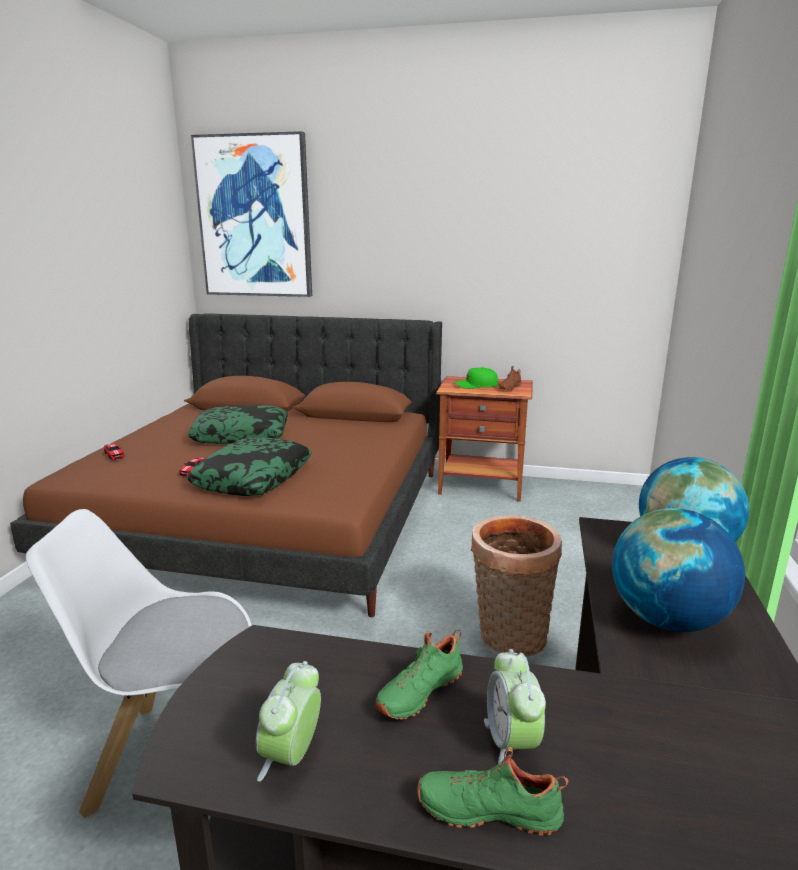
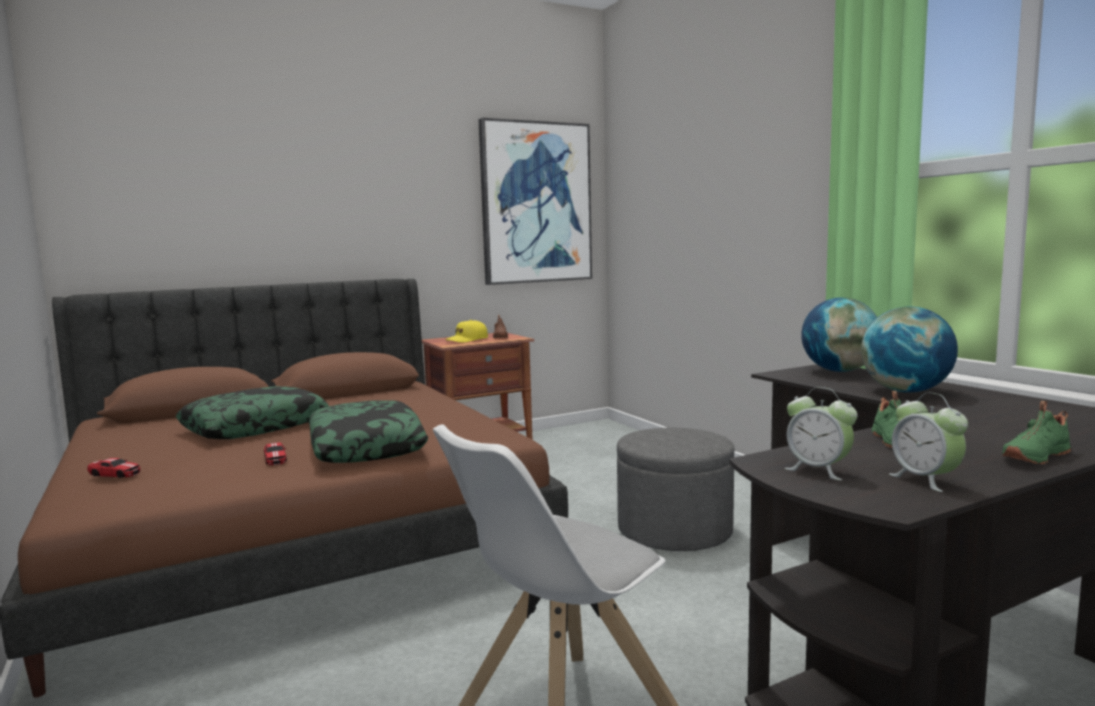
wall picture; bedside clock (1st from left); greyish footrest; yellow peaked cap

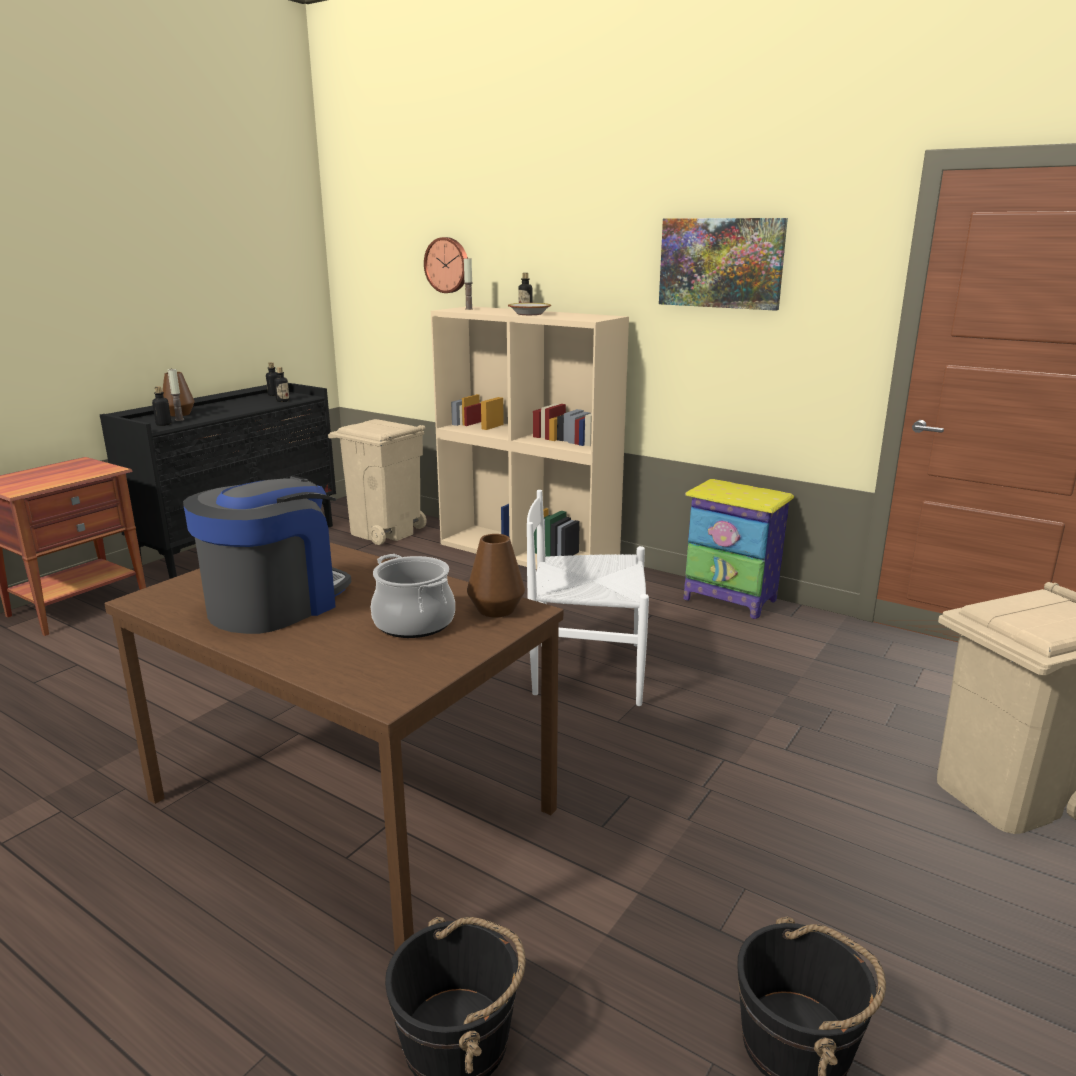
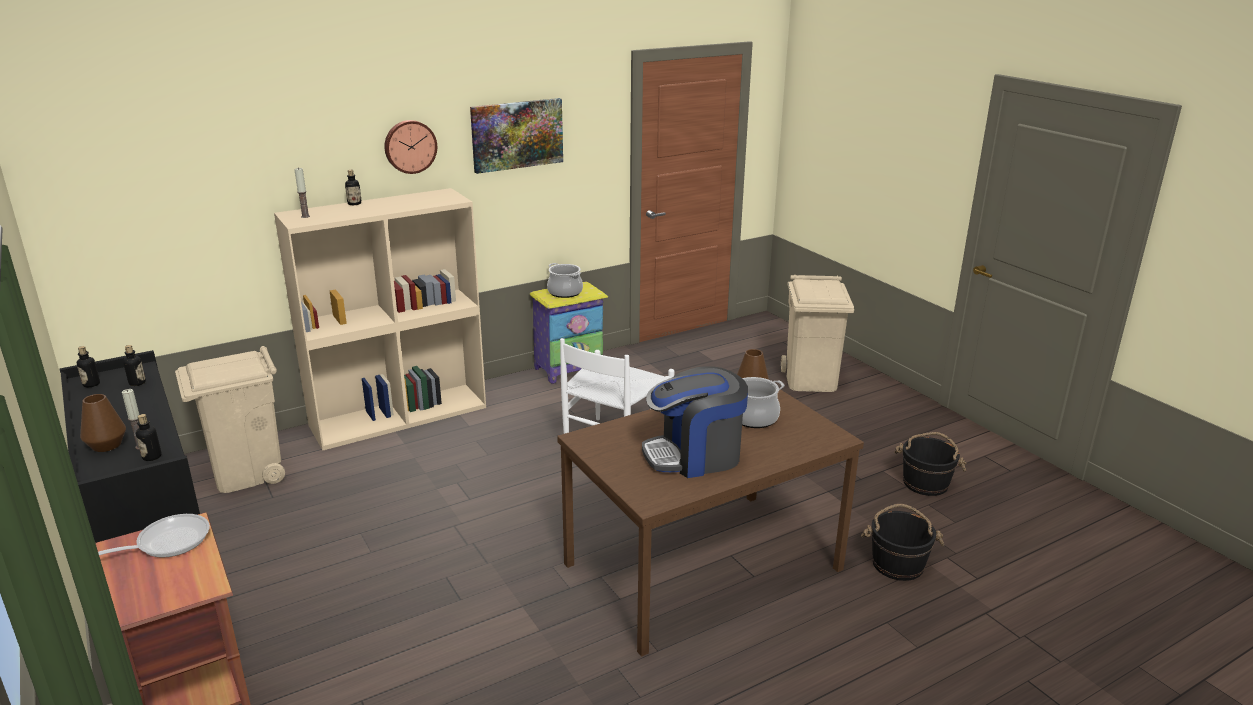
bowl; pan; stockpot (1st from left); hanging clock; coffee brewer

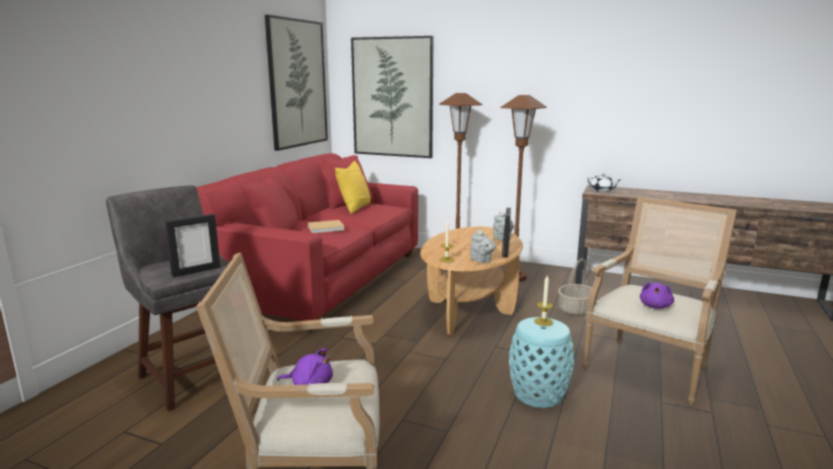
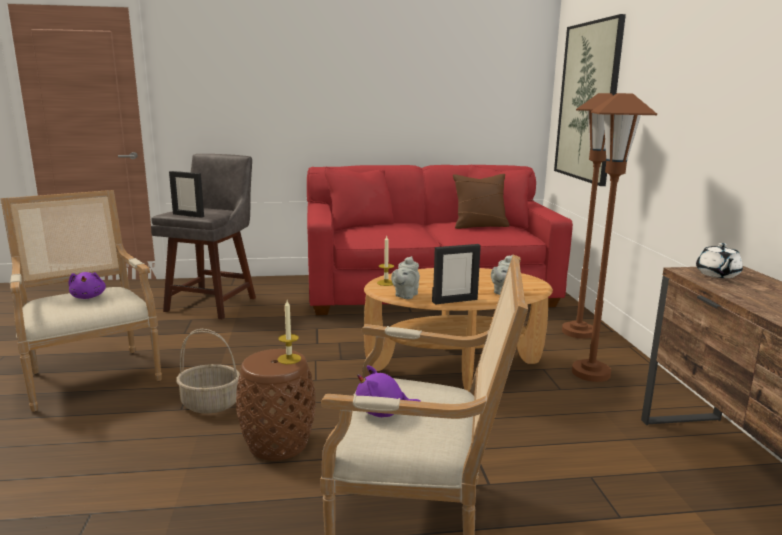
wall picture (1st from left in the first image); beige book; household basket; brown-coloured cushion; brown-coloured stool seat

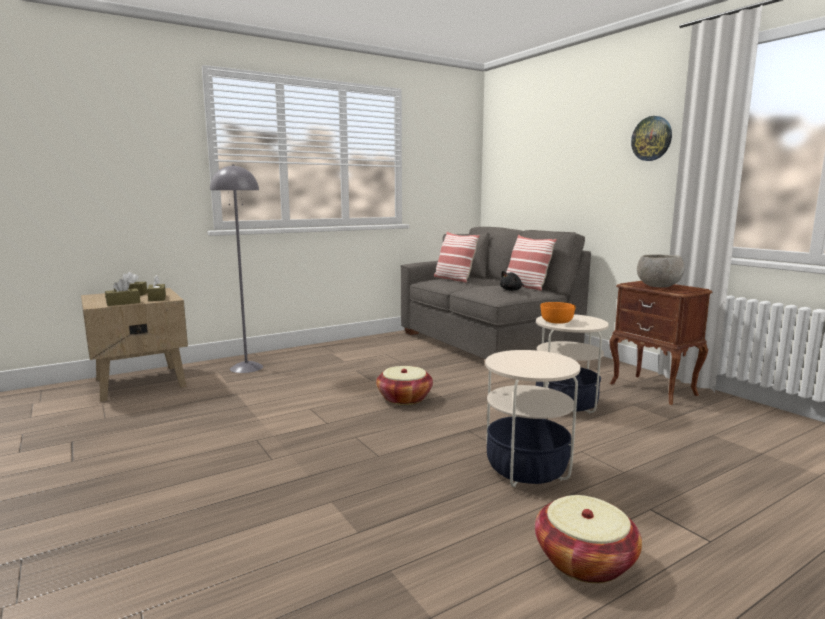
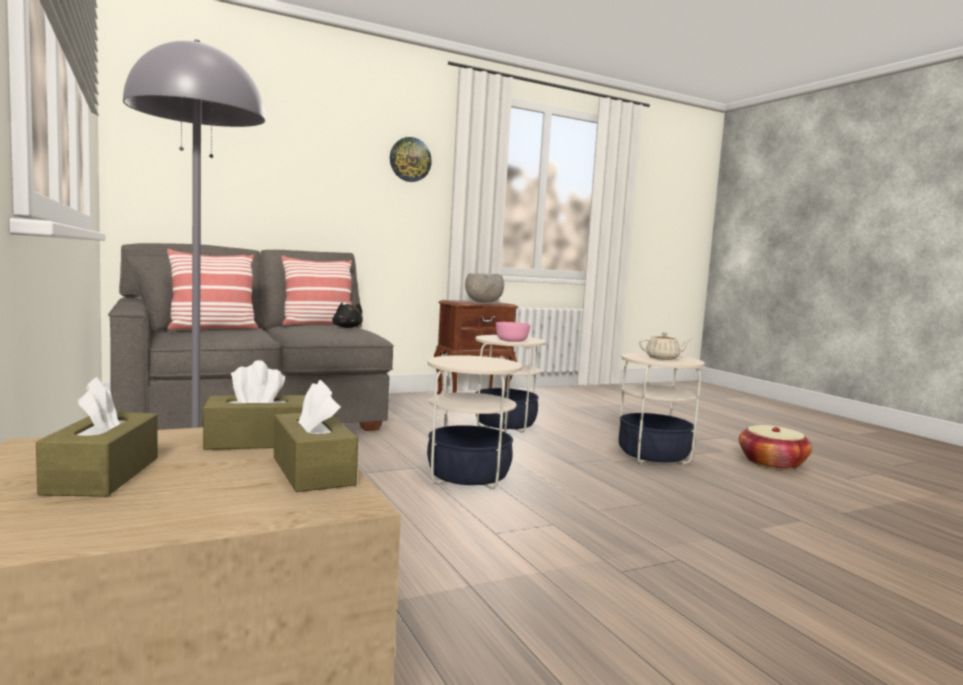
beige tea pot; beige side table (1st from left); pinkish bowl

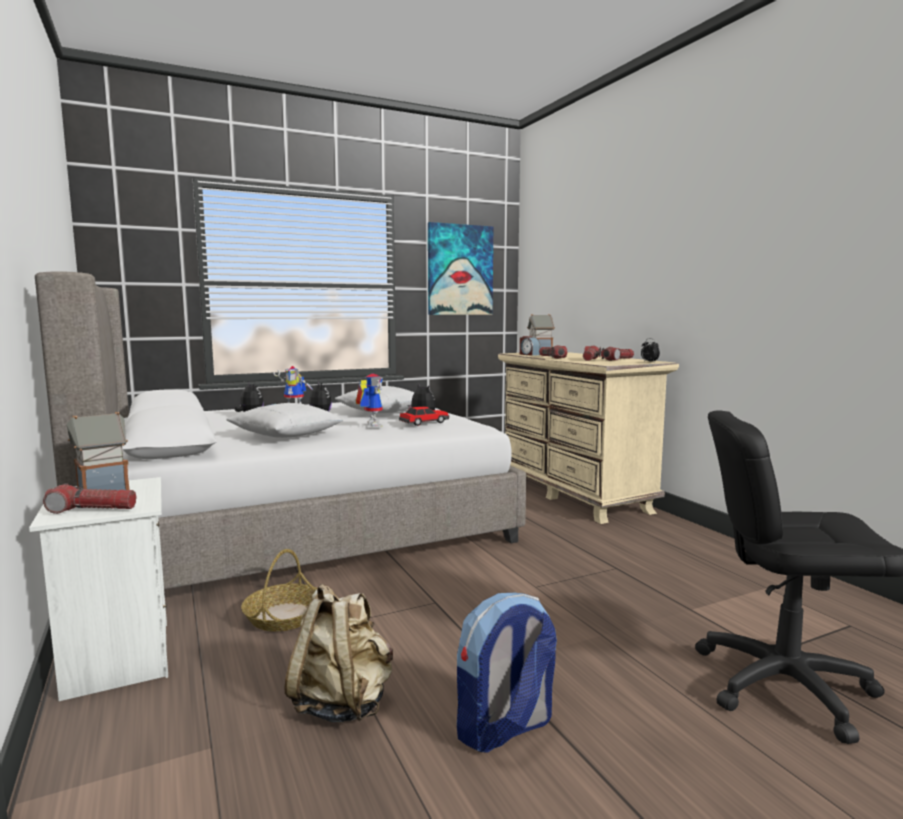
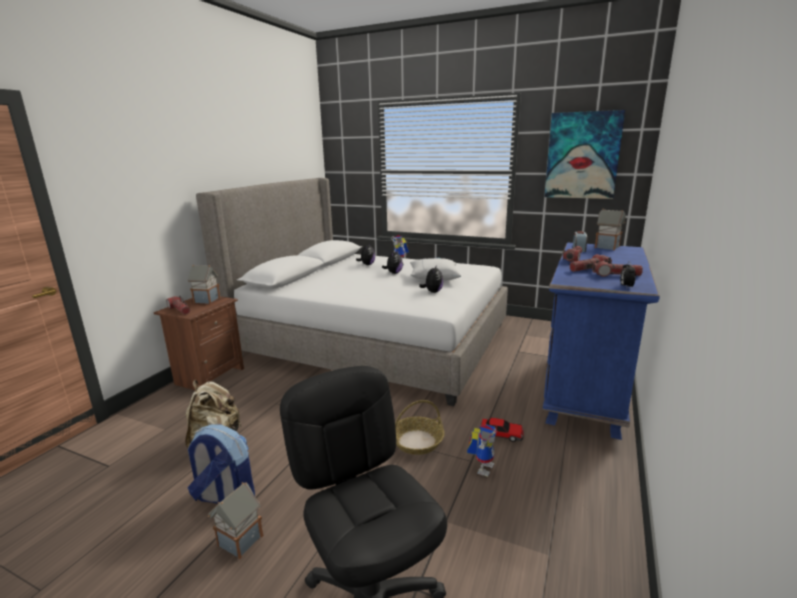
greyish cushion (1st from left in the first image); toy house (2nd from left); household basket; robot figure (2nd from left); toy car; brown-coloured night table; blue-coloured chest of drawers

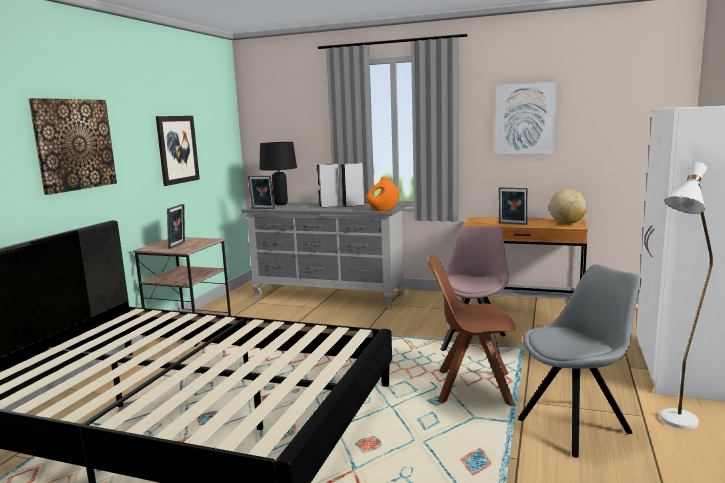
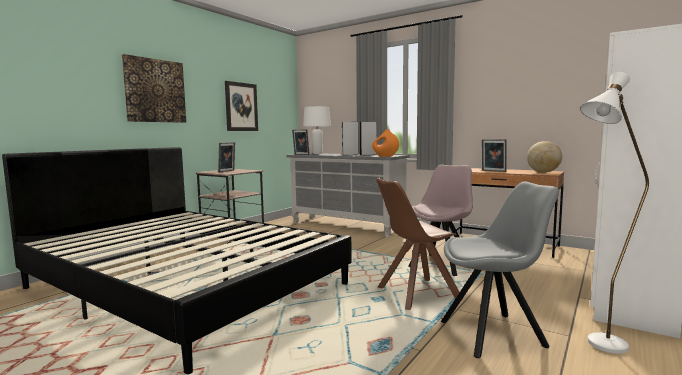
wall picture (3rd from left in the first image); white tabletop lamp; brown-coloured chair

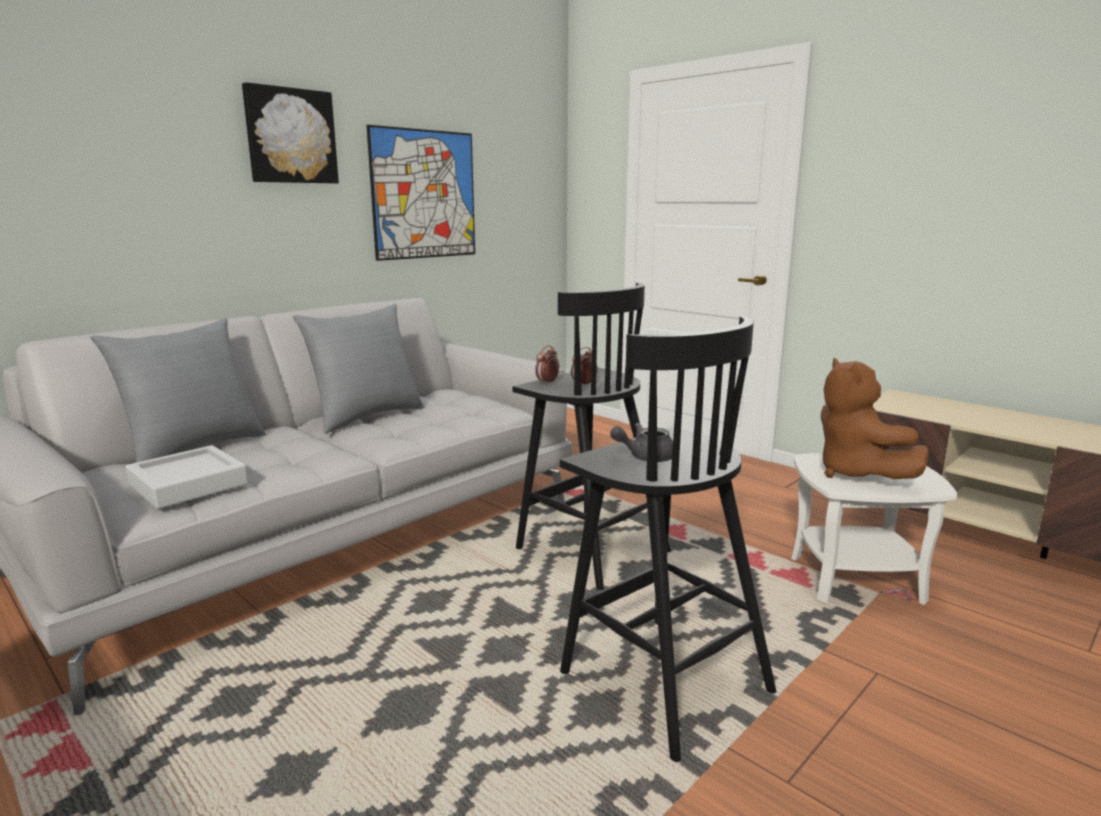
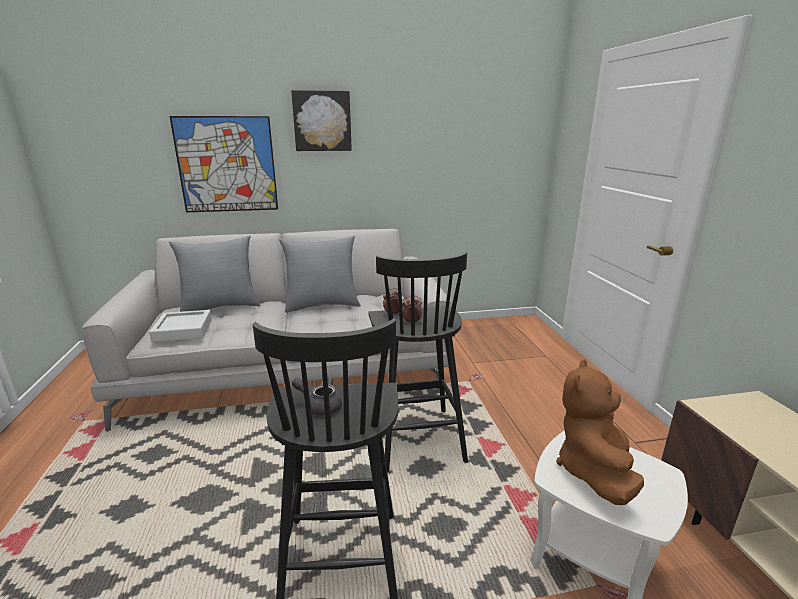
wall picture (1st from left)

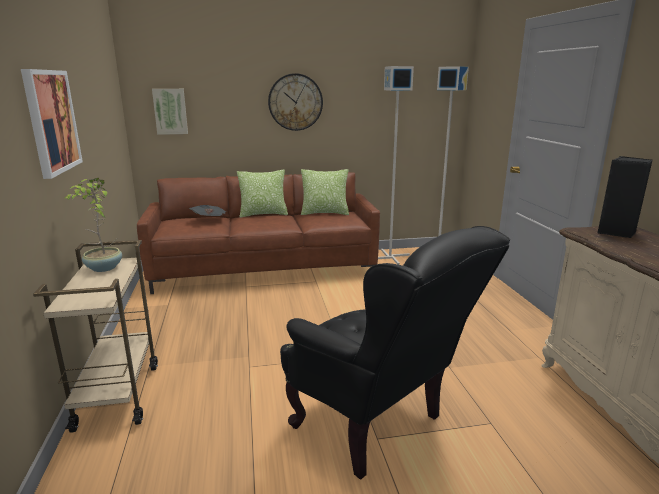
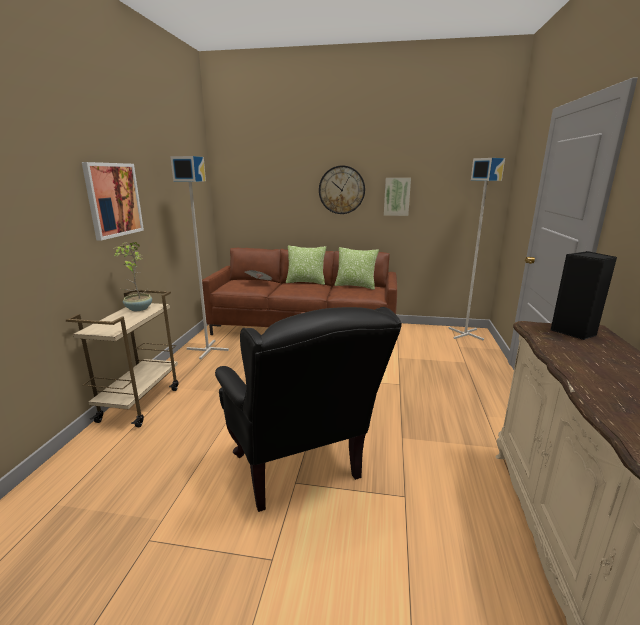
wall picture (2nd from left); greyish standing lamp (1st from left)

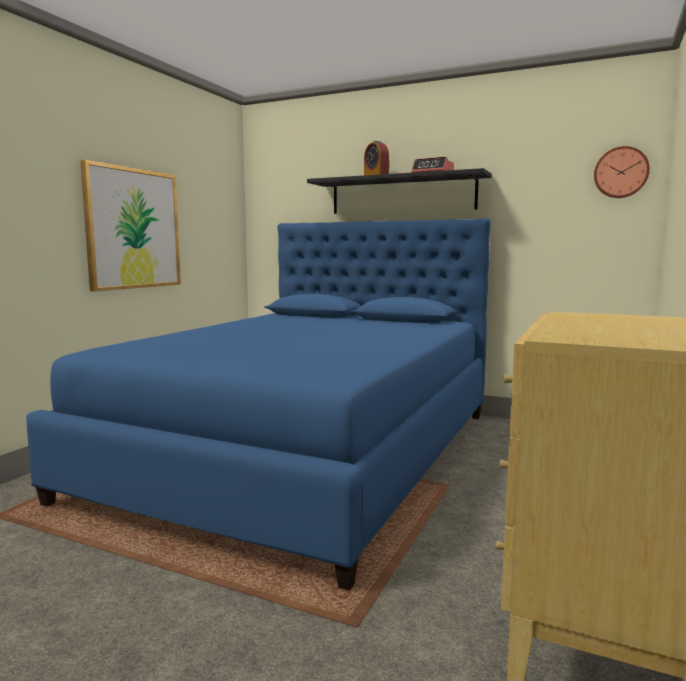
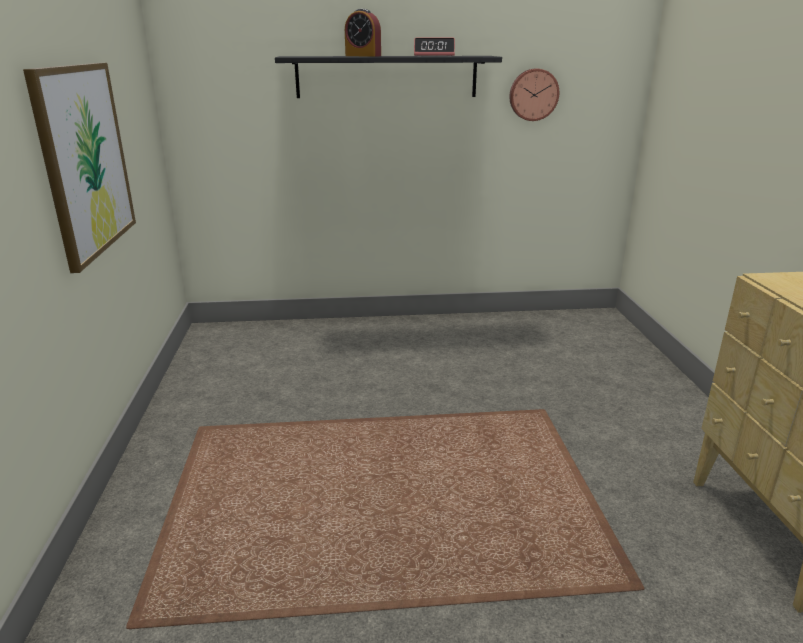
blue-coloured sleeping bed; hanging clock

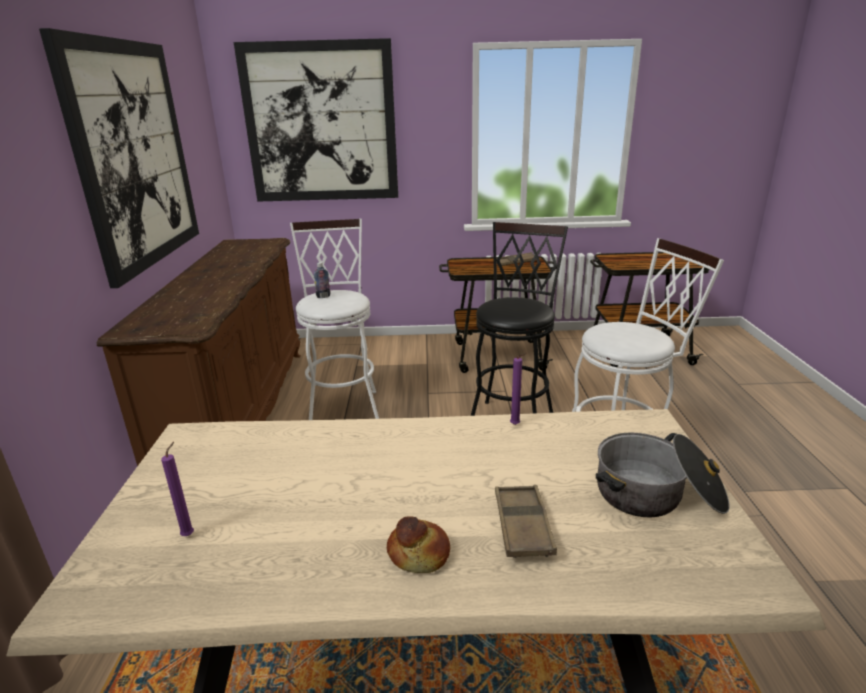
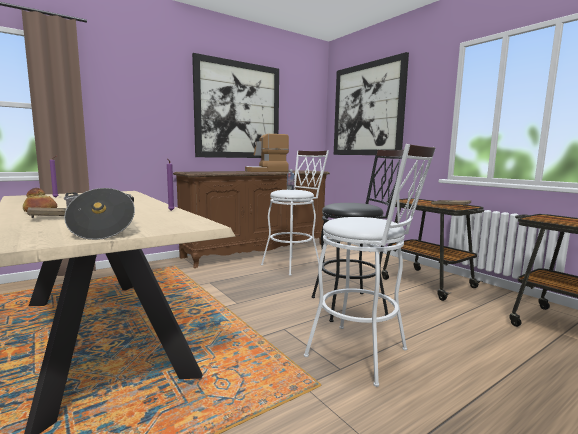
coffee brewer

